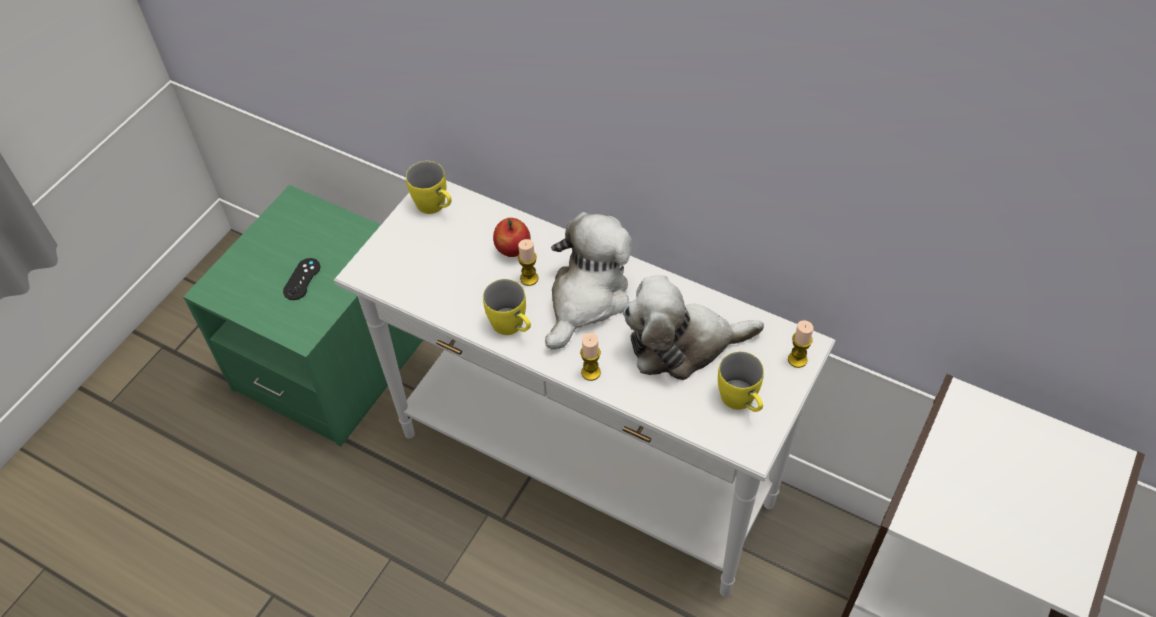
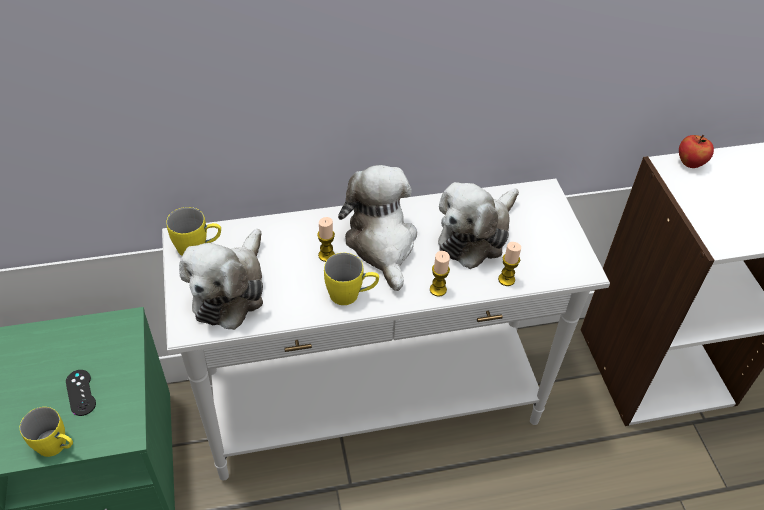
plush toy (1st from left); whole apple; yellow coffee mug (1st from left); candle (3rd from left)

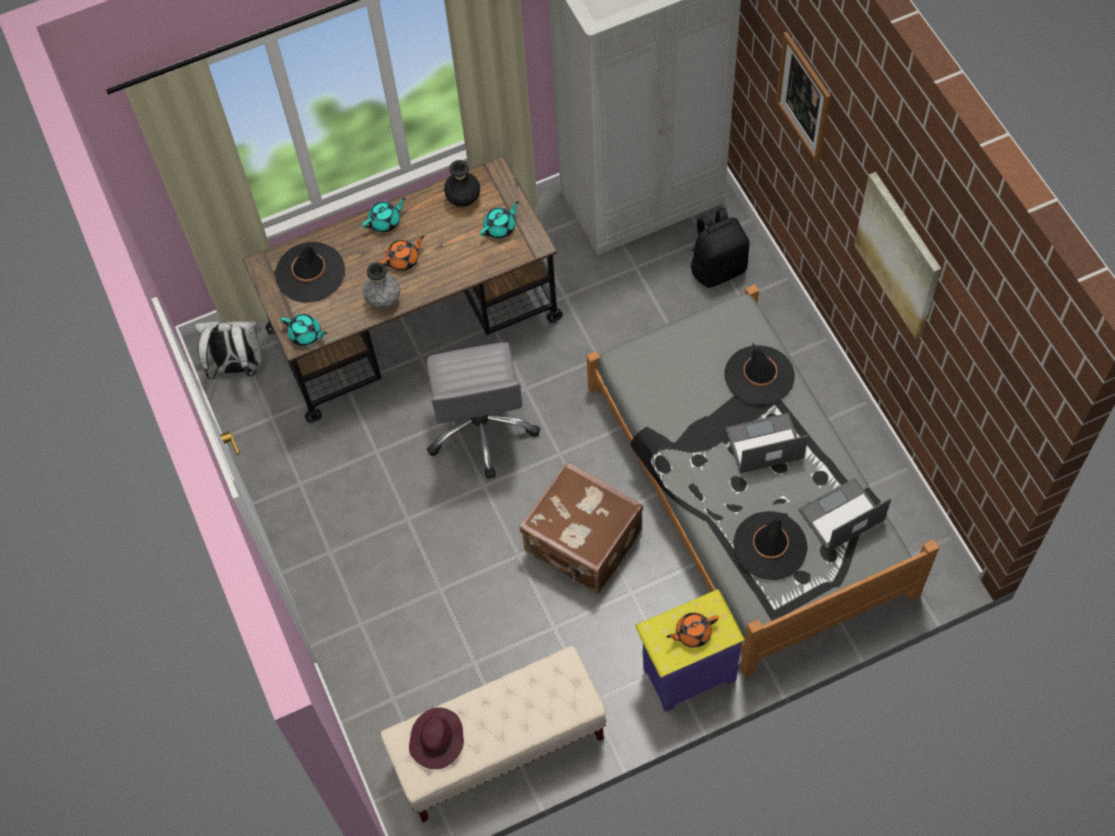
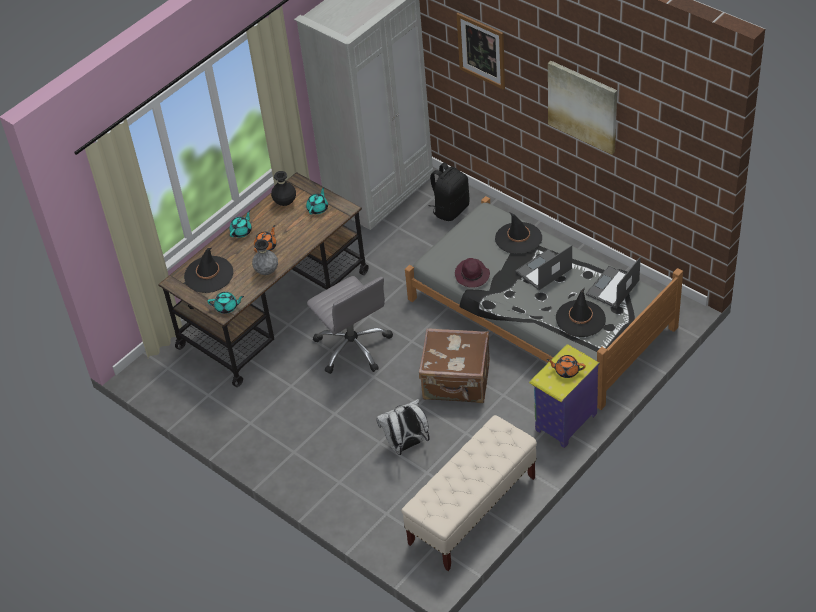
white rucksack; purple-coloured clothing hat; orange tea pot (2nd from left)

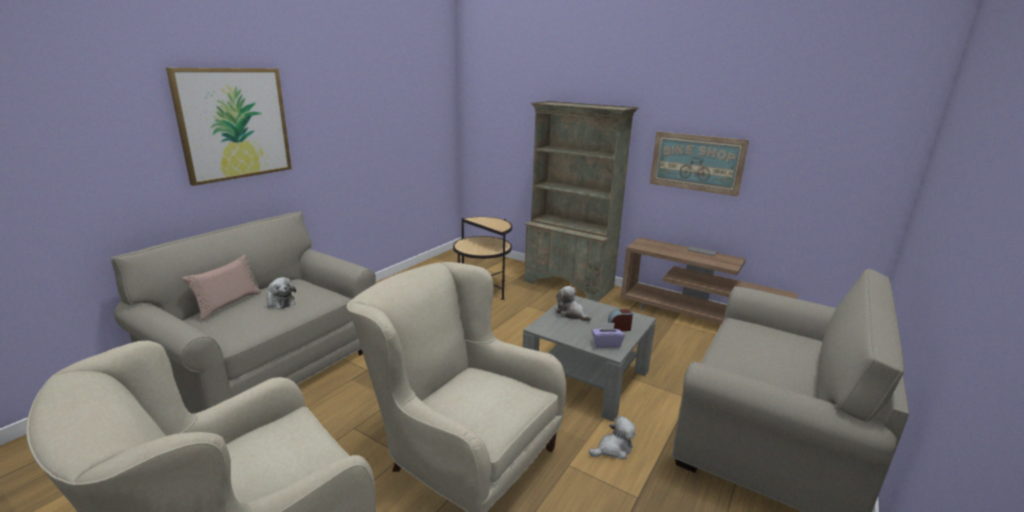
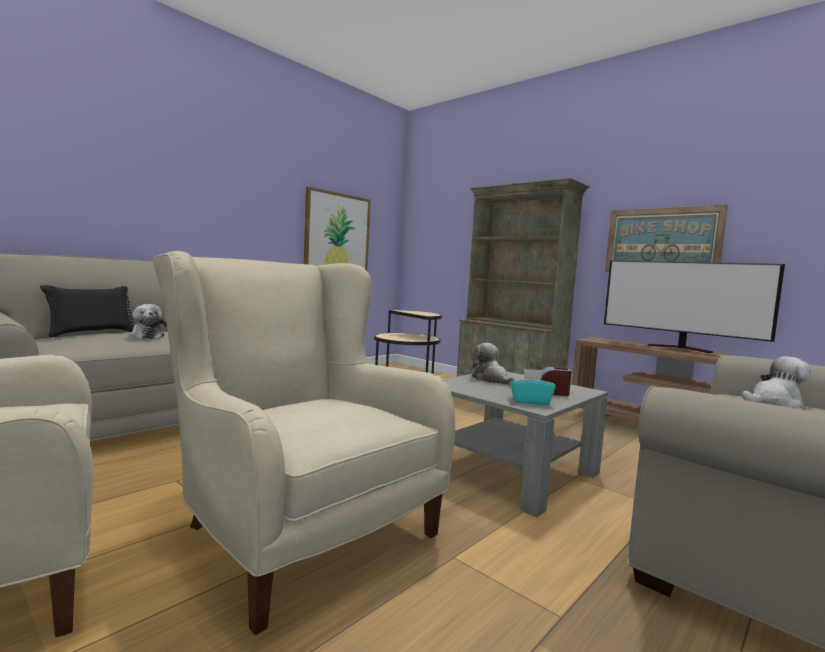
TV; wall picture (1st from left); plush toy (3rd from left); black cushion; turquoise tissue holder

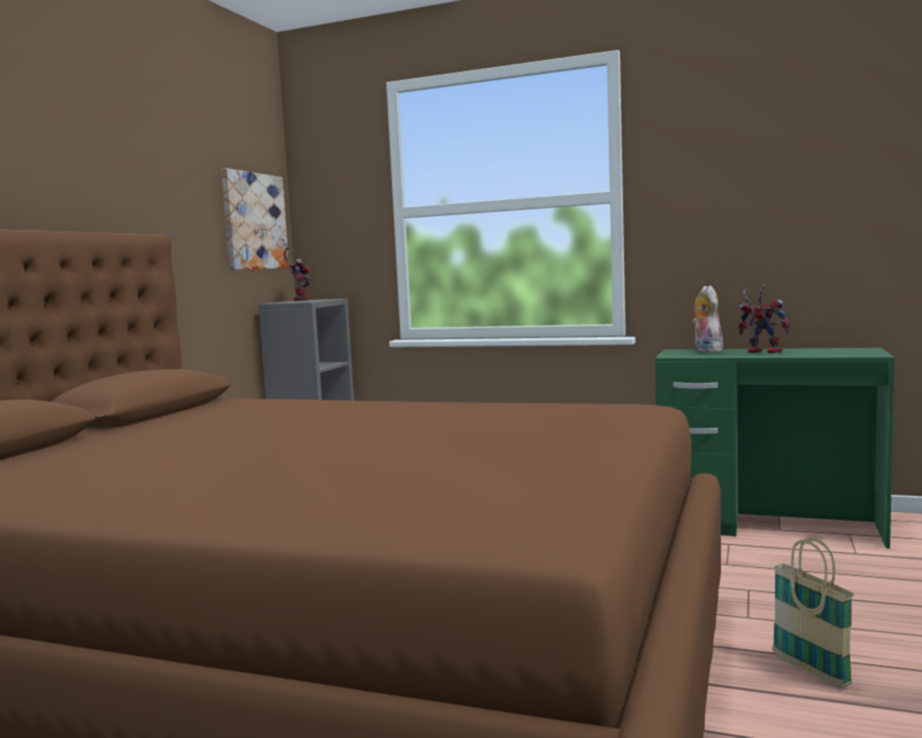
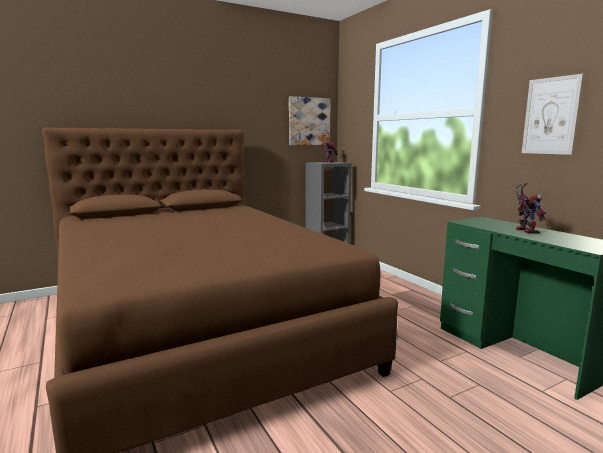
plush toy; household basket; wall picture (2nd from left)

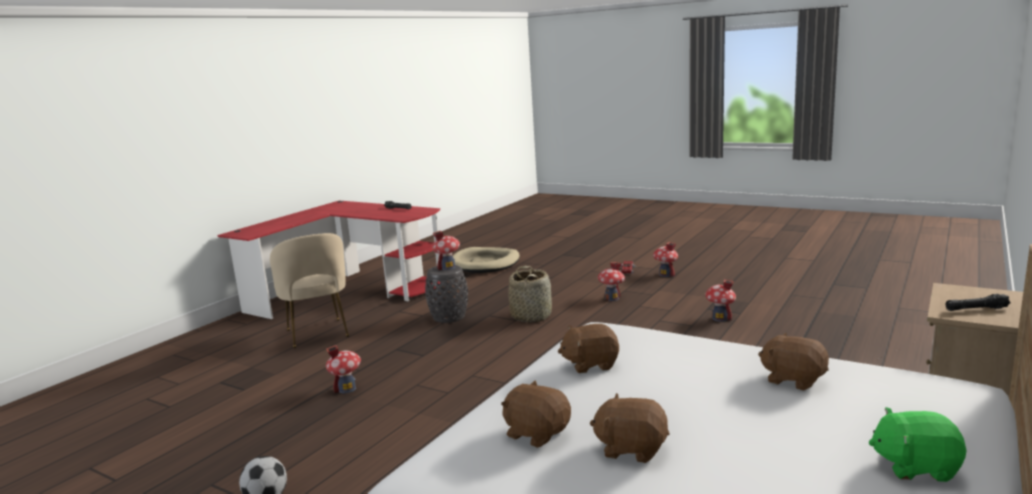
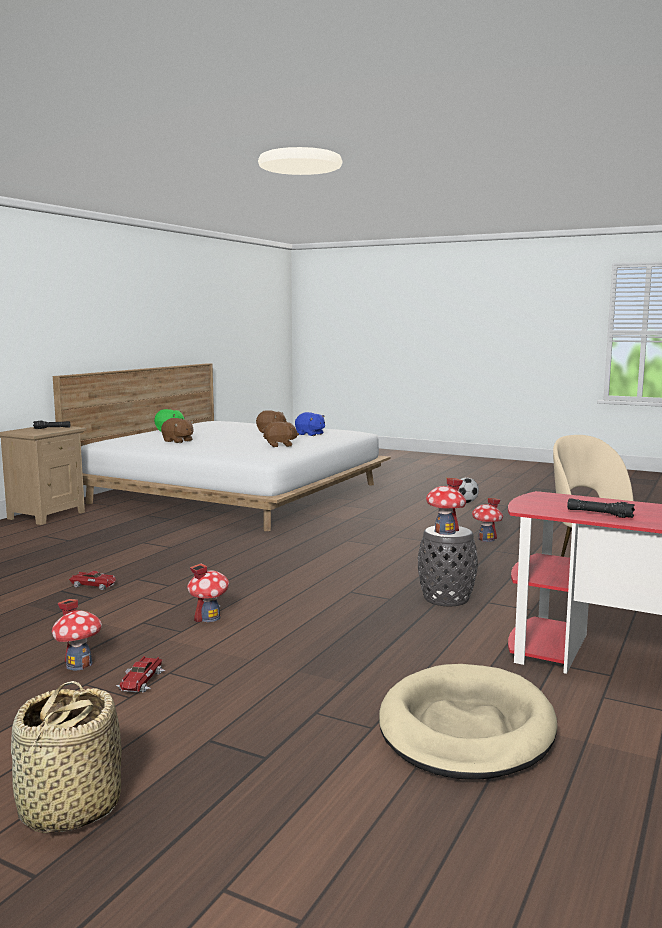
household basket; toy car (1st from left); blue-coloured plush toy

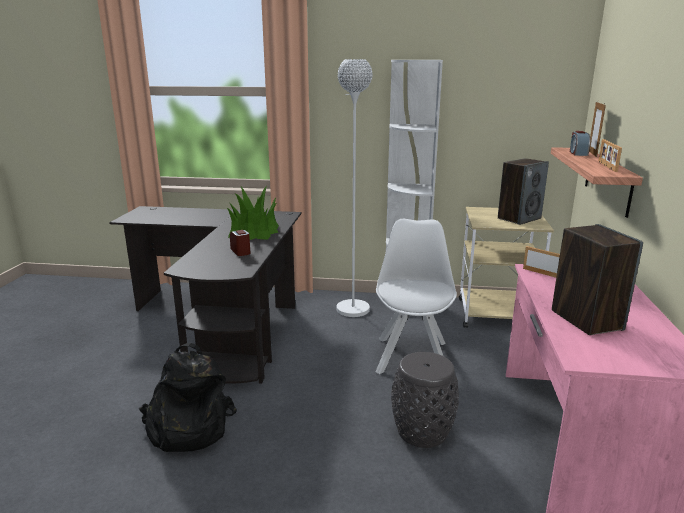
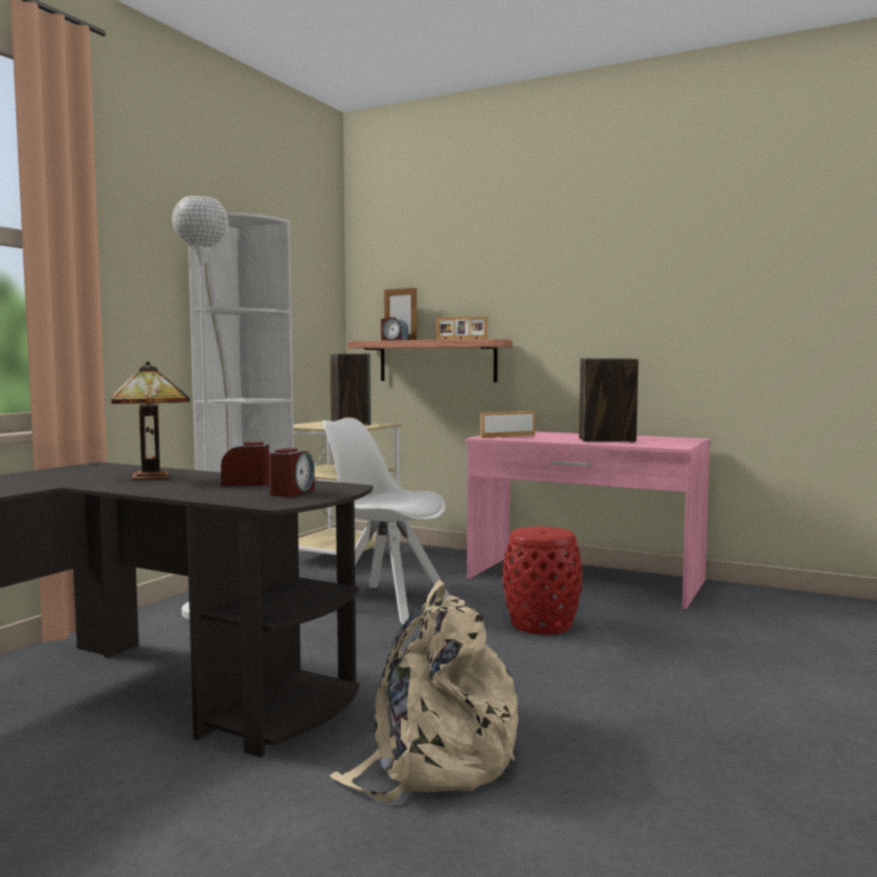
bedside clock (2nd from left); tabletop lamp; beige rucksack; red stool seat

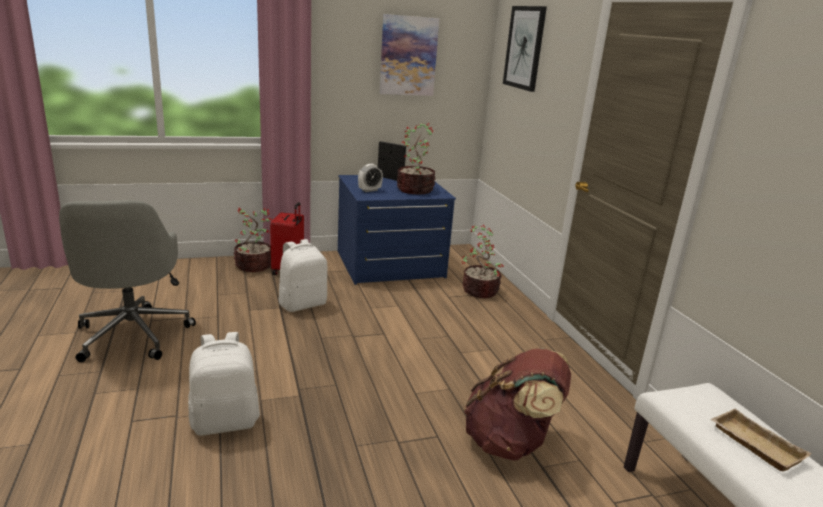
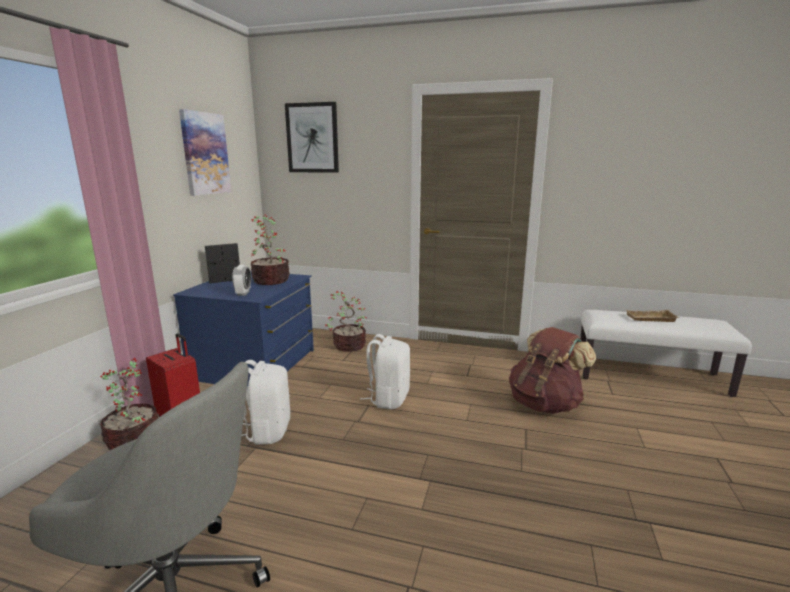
white rucksack (2nd from left)

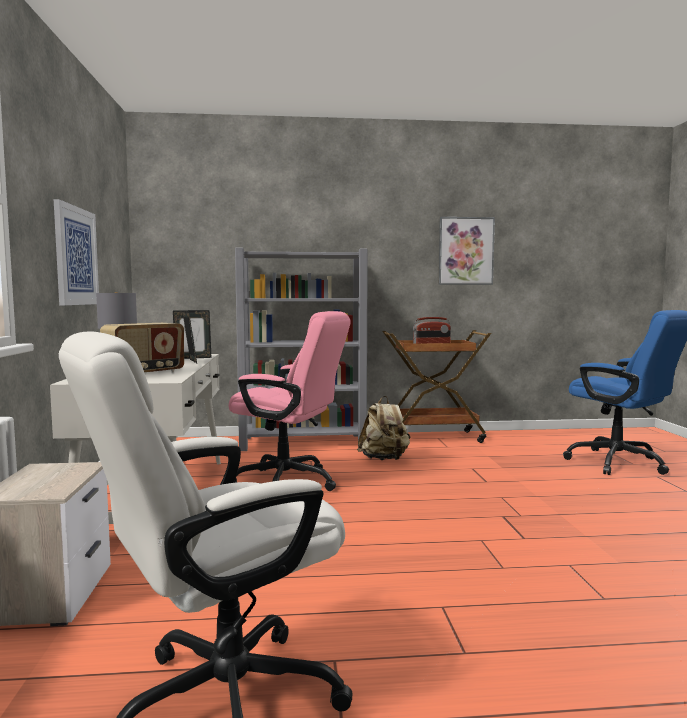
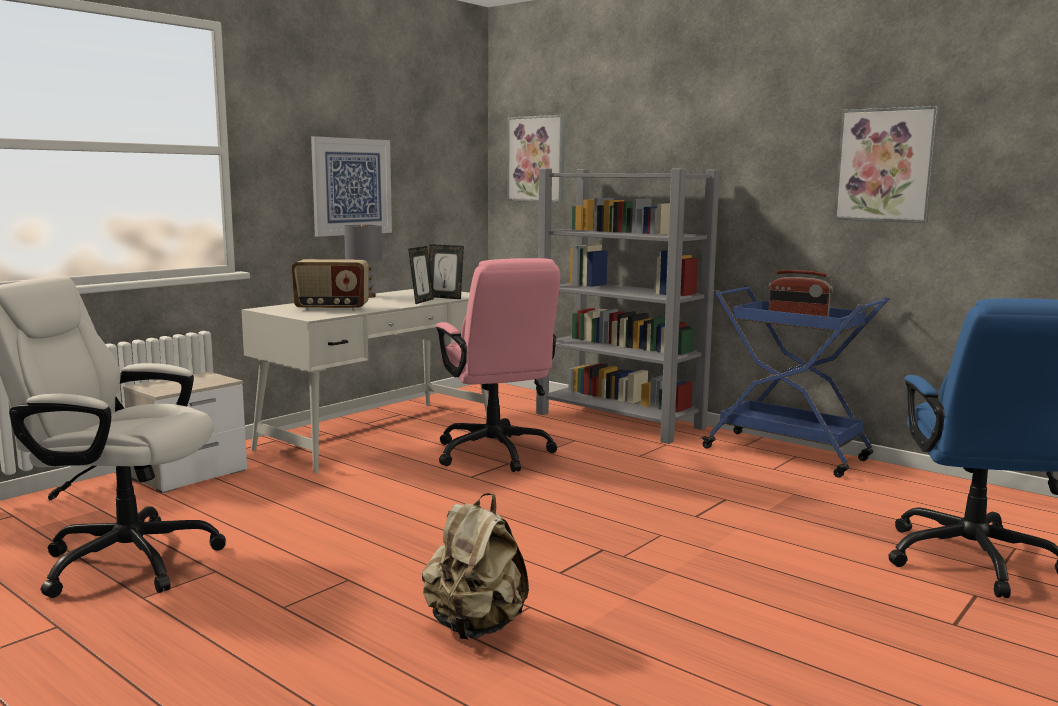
wall picture (2nd from left); beige rucksack; blue-coloured cart

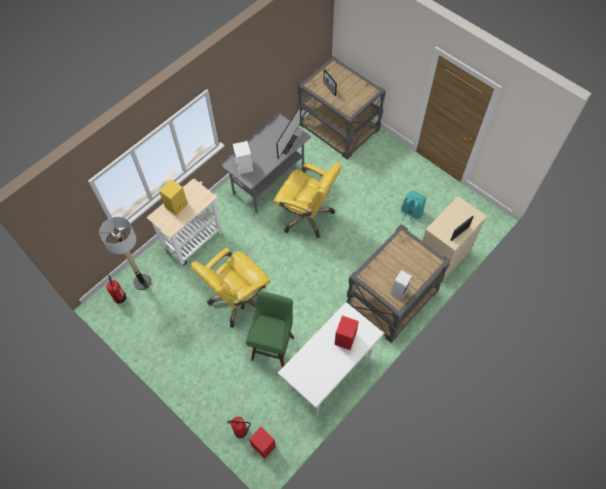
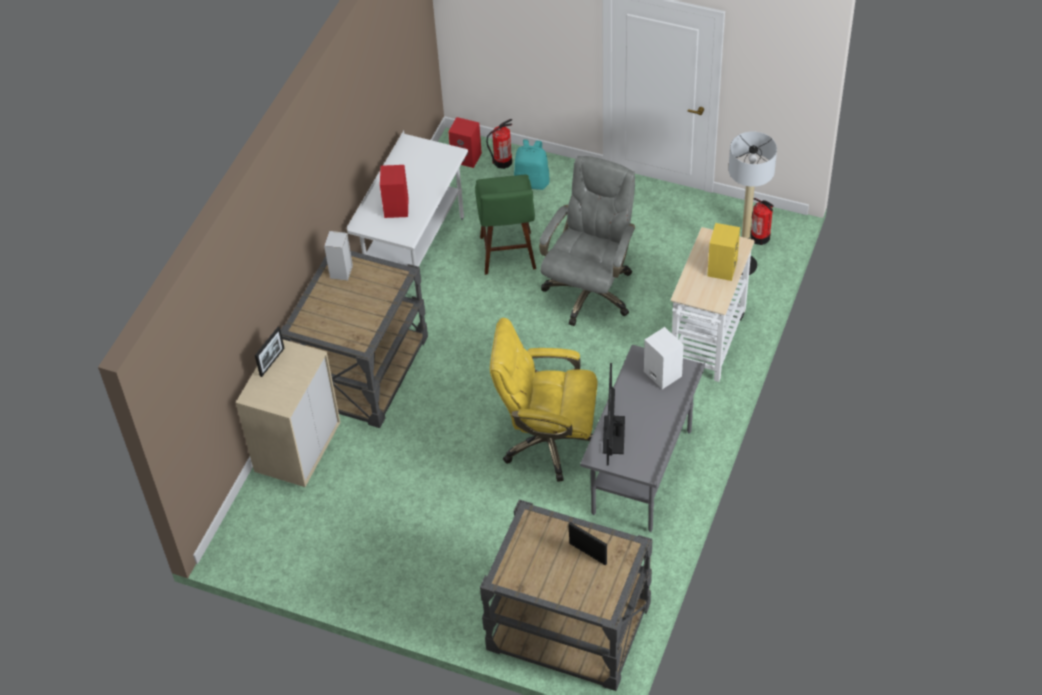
turquoise rucksack; greyish office chair

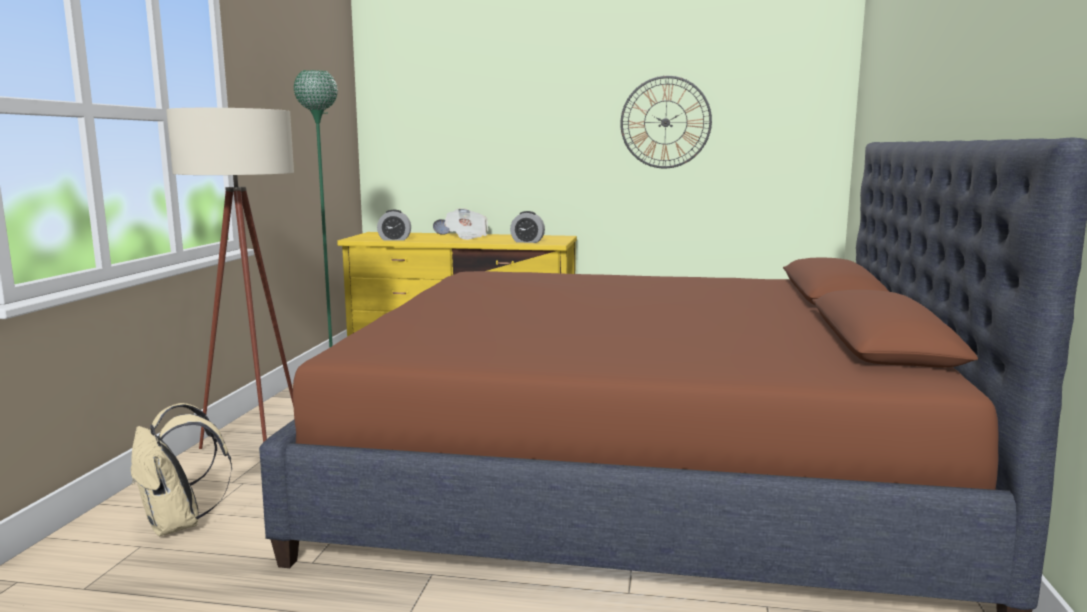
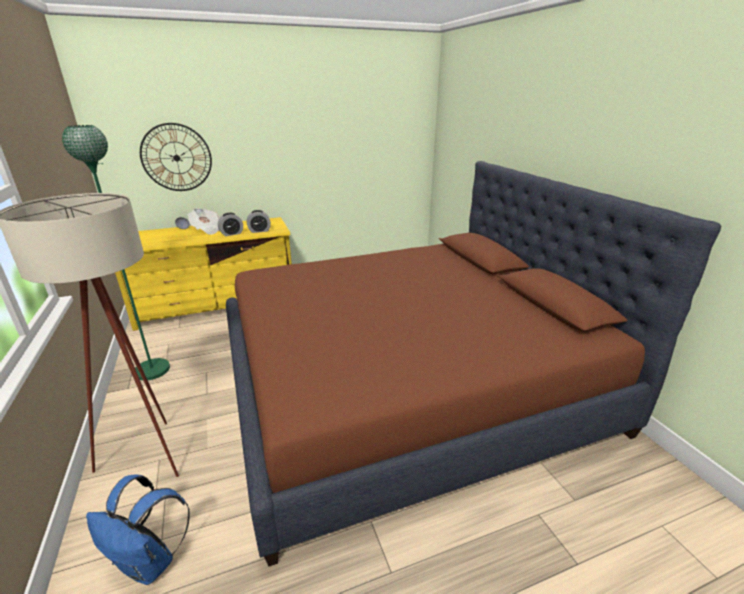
bedside clock (1st from left); hanging clock; blue-coloured rucksack

